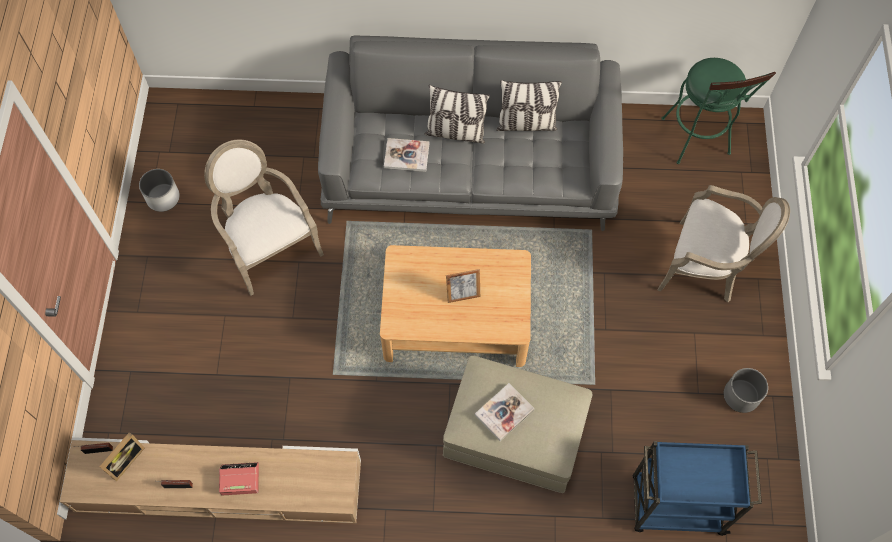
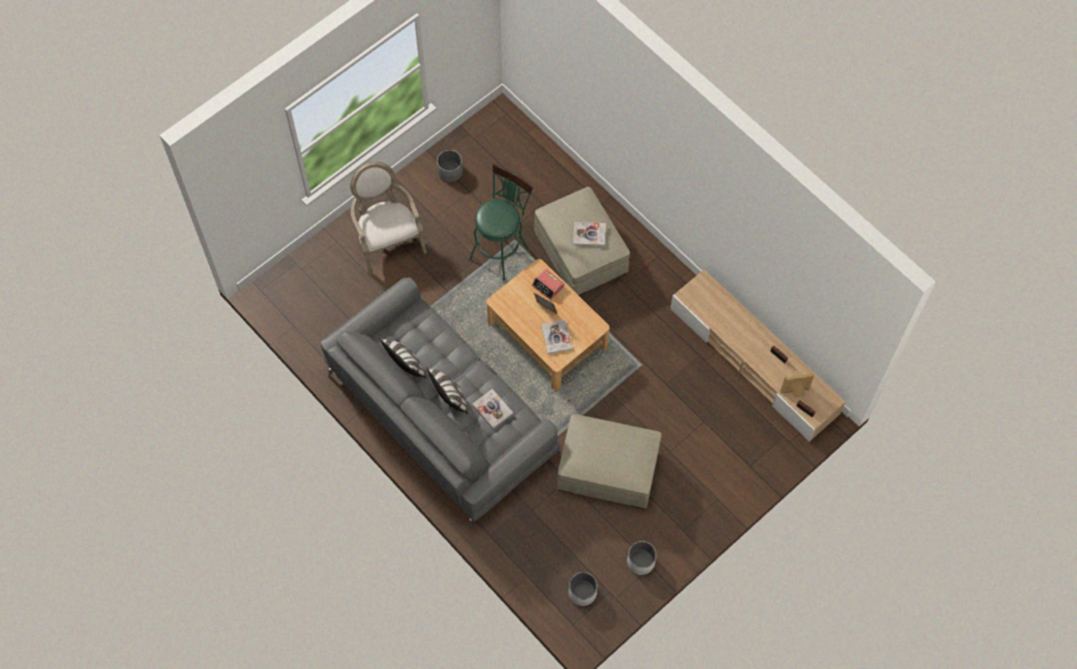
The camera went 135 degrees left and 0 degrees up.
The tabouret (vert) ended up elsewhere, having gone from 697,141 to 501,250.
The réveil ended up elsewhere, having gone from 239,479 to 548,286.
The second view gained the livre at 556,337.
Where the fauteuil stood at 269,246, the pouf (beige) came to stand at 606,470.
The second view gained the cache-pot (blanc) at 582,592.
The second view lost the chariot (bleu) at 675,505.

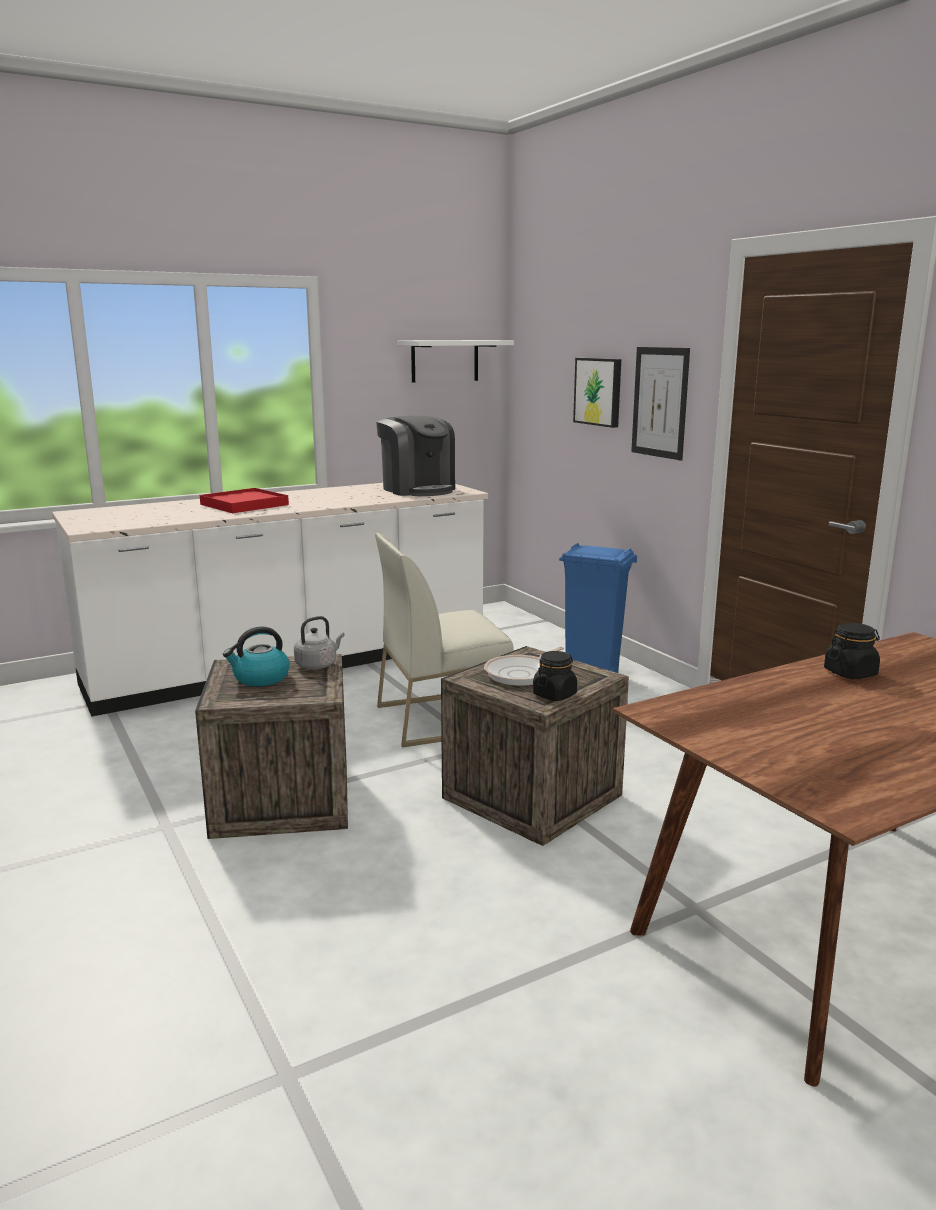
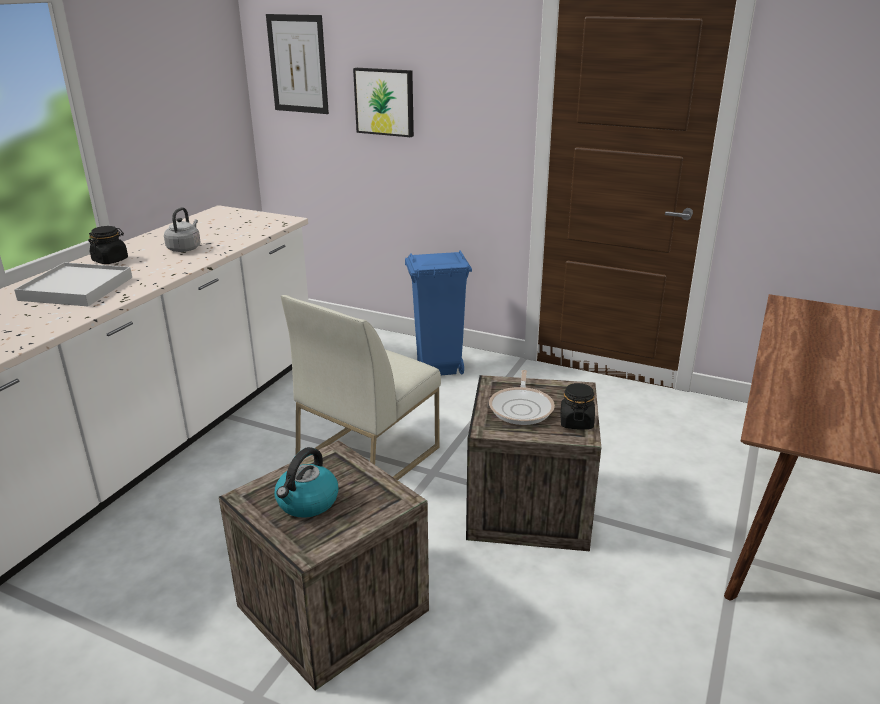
The camera went 35 degrees left and 10 degrees up.
What was the plateau (rouge) at 244,504 turned into the plateau (blanc) at 76,288.
The bocal (noir) ended up elsewhere, having gone from 850,673 to 110,260.
The bouilloire (gris) ended up elsewhere, having gone from 318,665 to 185,248.
The tableau ended up elsewhere, having gone from 660,402 to 298,64.
The second view lost the machine à café at 417,489.
The second view lost the étagère (blanc) at 445,360.

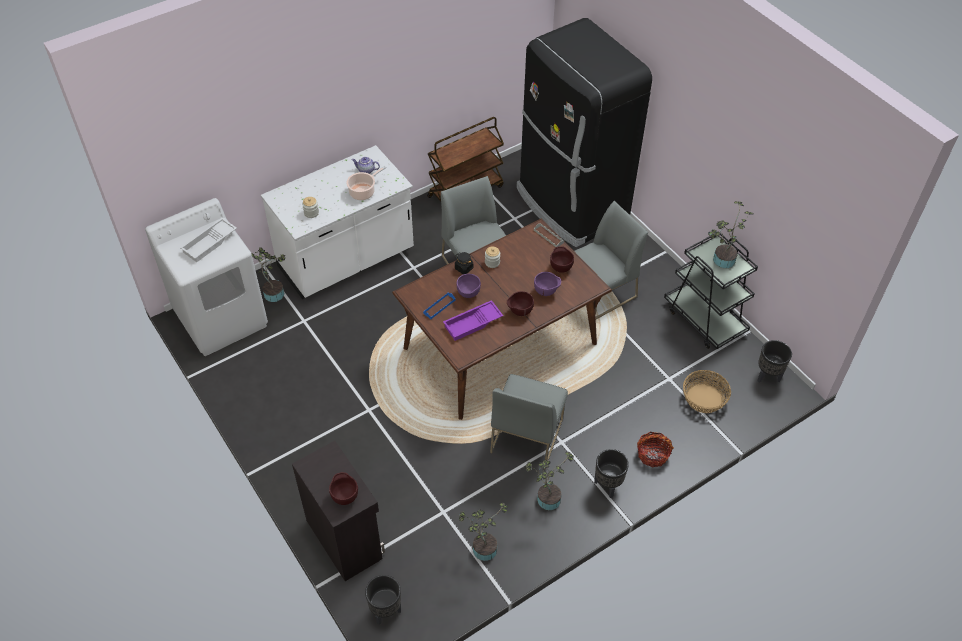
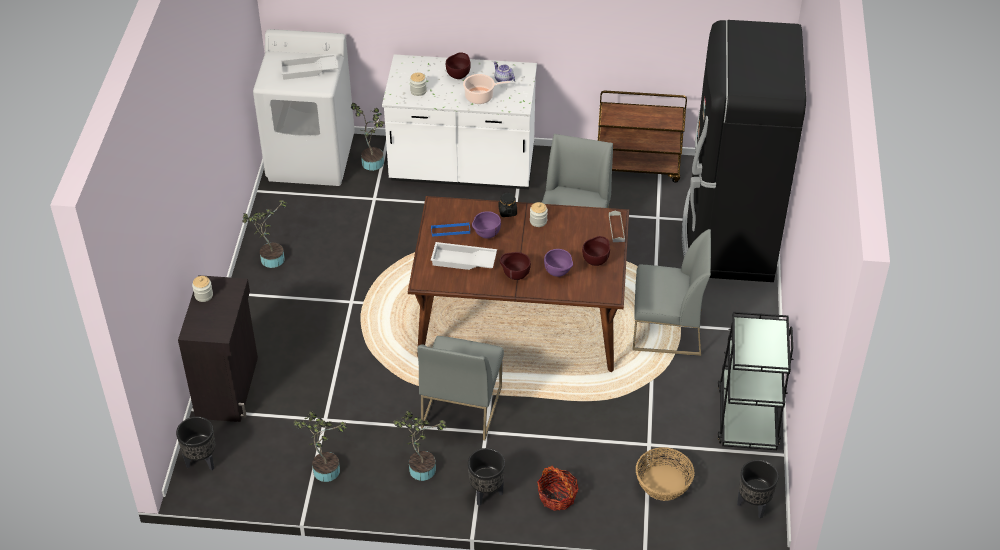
The camera went 40 degrees right and 5 degrees down.
The second view gained the bocal at 204,295.
The plante en pot ended up elsewhere, having gone from 721,261 to 269,258.
The chaise (gris) at 526,435 ended up facing another way, 45 degrees counterclockwise from before.
What was the plateau (violet) at 473,324 turned into the plateau (blanc) at 463,261.
The bol (marron) ended up elsewhere, having gone from 345,496 to 459,75.

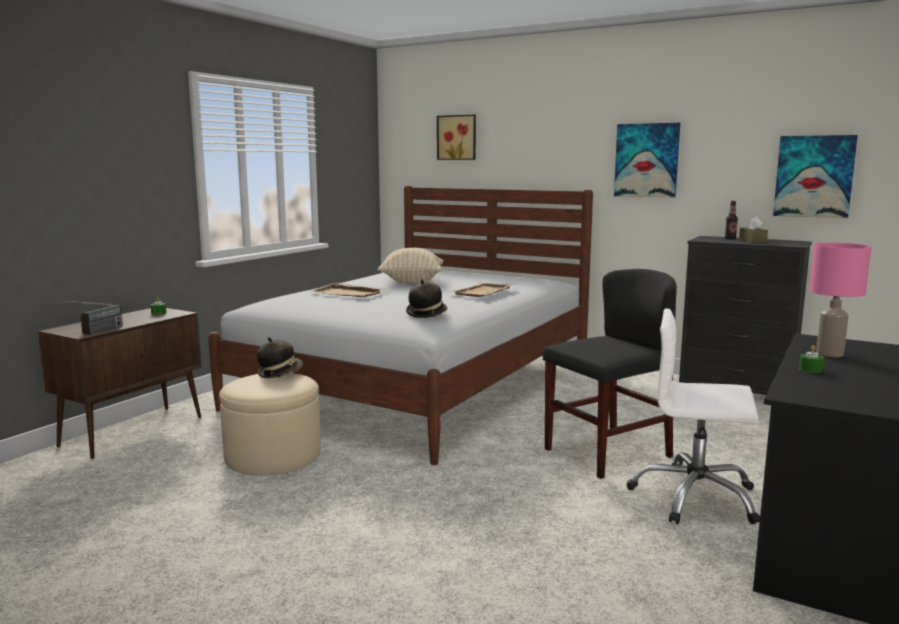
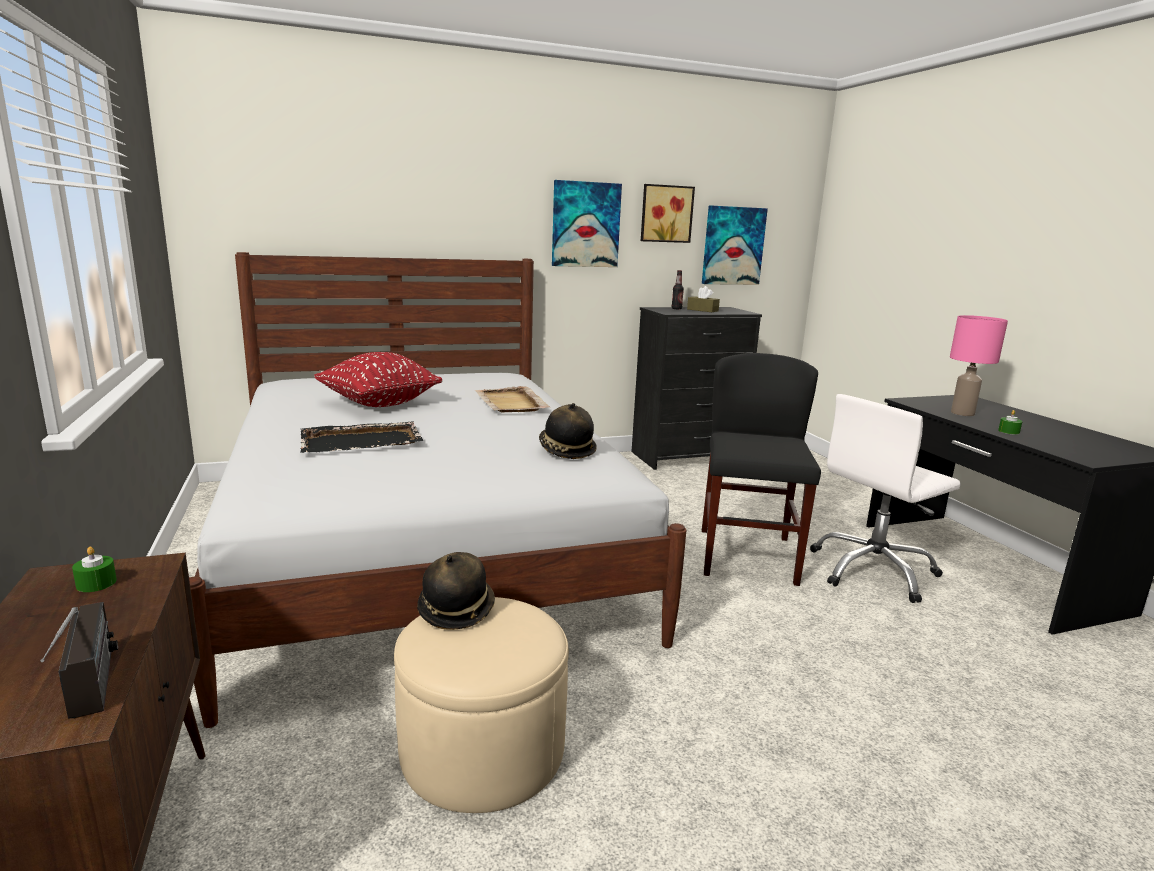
The camera went 50 degrees left and 5 degrees up.
What was the plateau (beige) at 348,293 turned into the plateau (noir) at 362,441.
What was the coussin (beige) at 412,282 turned into the coussin (rouge) at 379,403.
The tableau ended up elsewhere, having gone from 457,137 to 665,214.

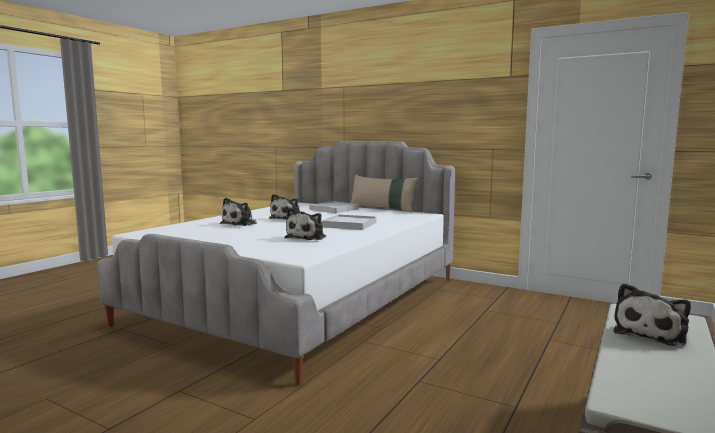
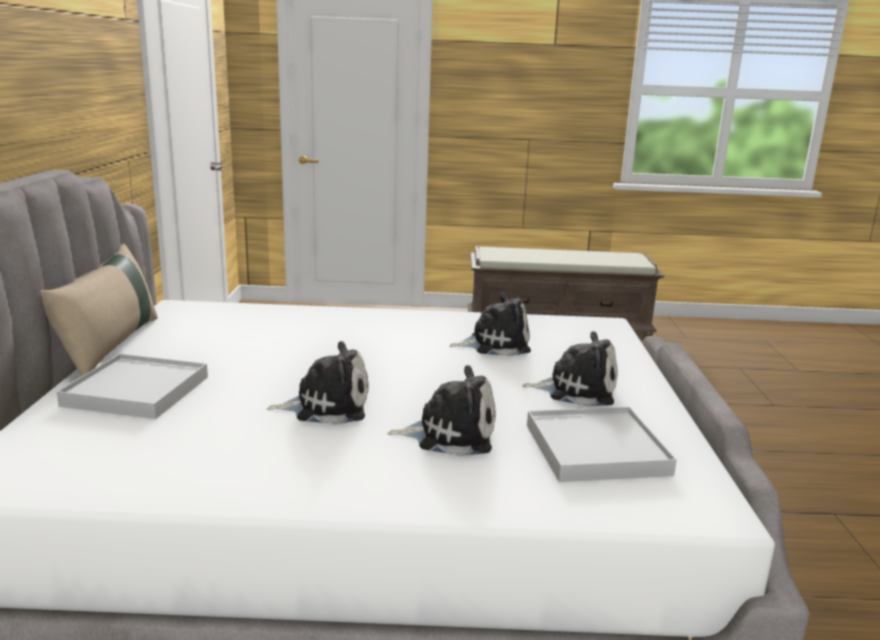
The camera went 120 degrees left and 10 degrees up.
The peluche ended up elsewhere, having gone from 651,333 to 576,389.
The plateau (blanc) ended up elsewhere, having gone from 349,225 to 595,449.

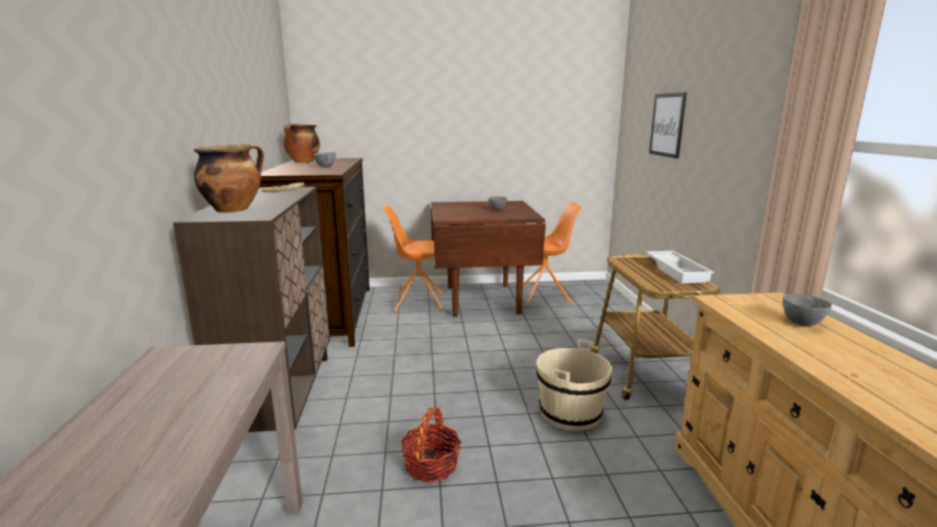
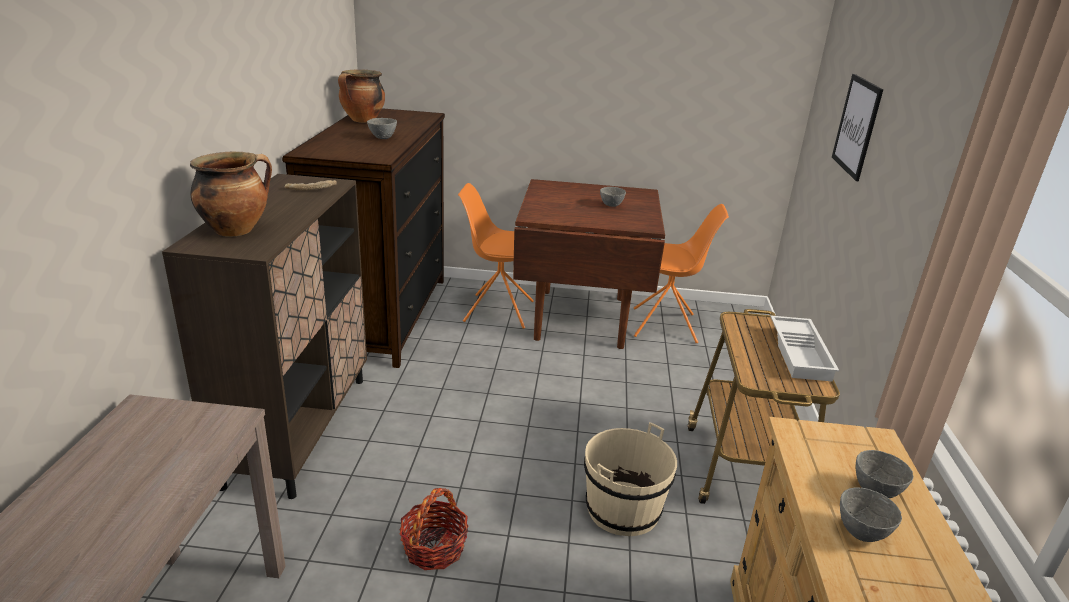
The camera went 10 degrees right and 10 degrees up.
The second view gained the bol (gris) at 860,532.

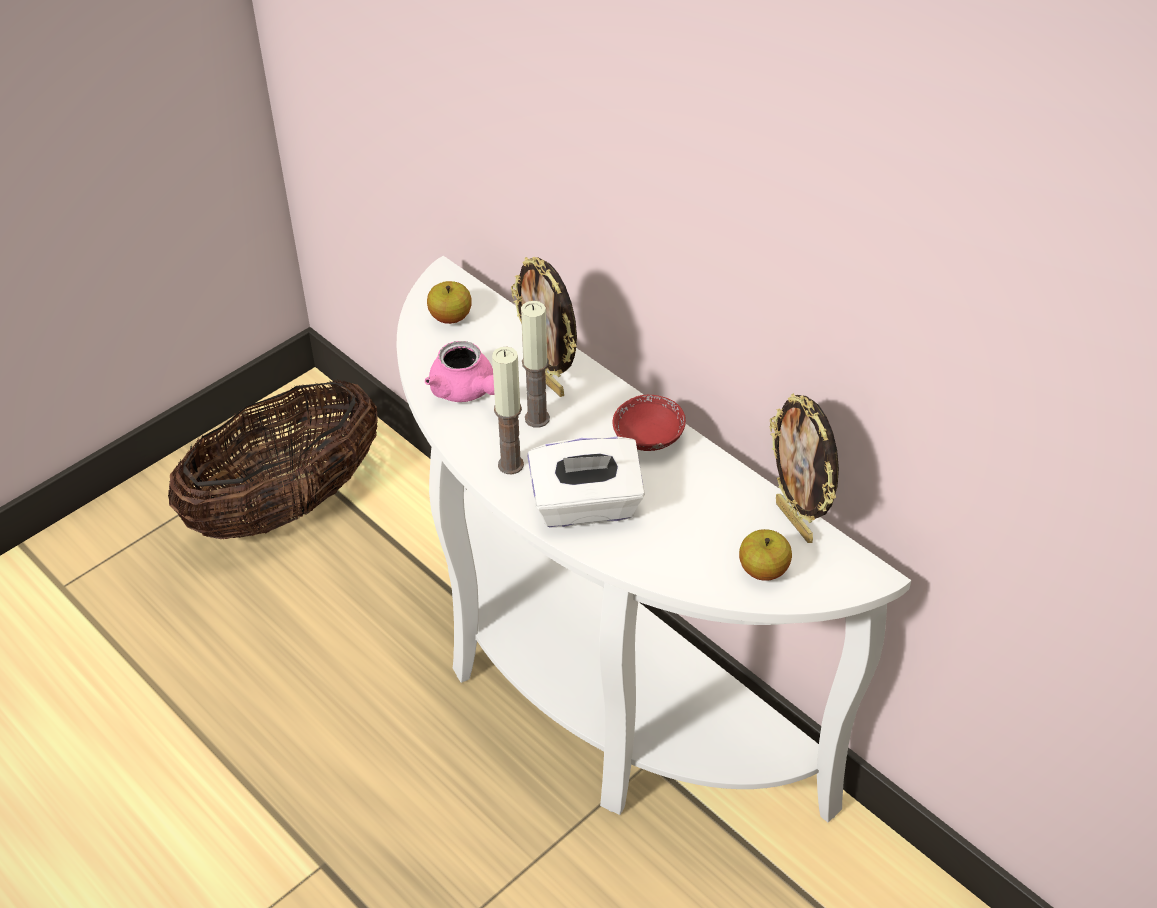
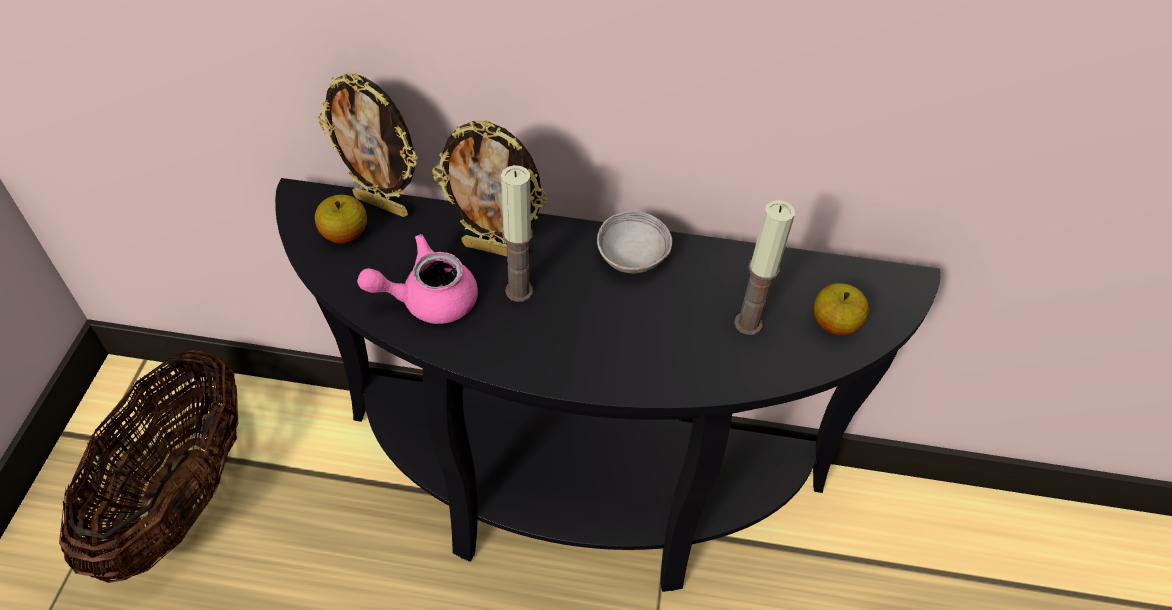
The camera went 40 degrees left and 5 degrees up.
What was the table console (blanc) at 590,689 turned into the table console (noir) at 576,499.
The cadre photo ended up elsewhere, having gone from 796,521 to 382,205.
The théière (rose) at 466,391 ended up facing another way, 150 degrees clockwise from before.
What was the bol (rouge) at 648,438 turned into the bol (gris) at 632,257.
The bougie ended up elsewhere, having gone from 510,465 to 748,323.
The second view lost the boîte à mouchoirs (blanc) at 586,506.

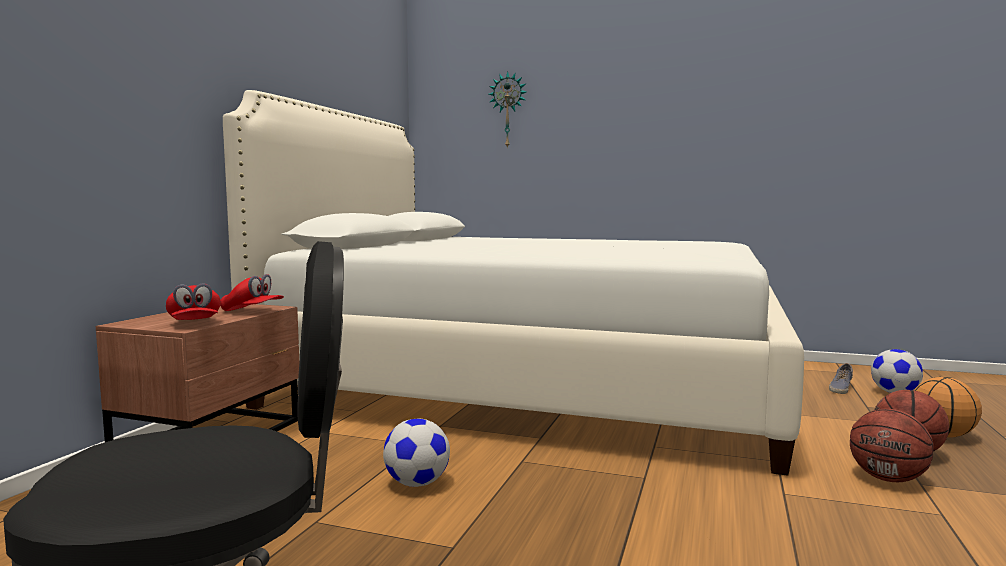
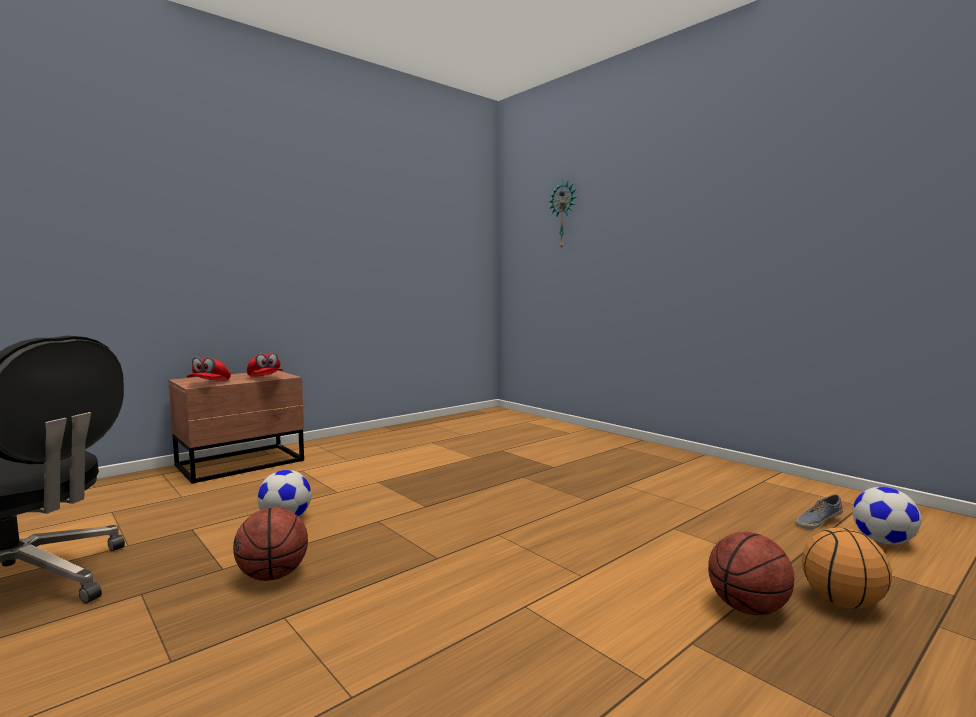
The camera went 30 degrees right and 0 degrees up.
The ballon de basket ended up elsewhere, having gone from 888,479 to 273,576.
The second view lost the lit (blanc) at 531,384.

